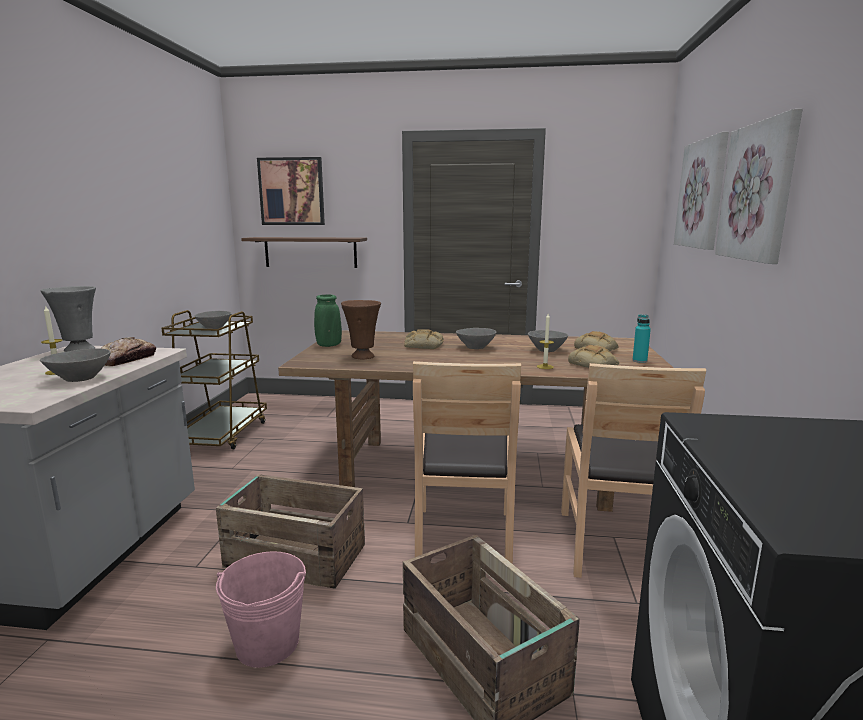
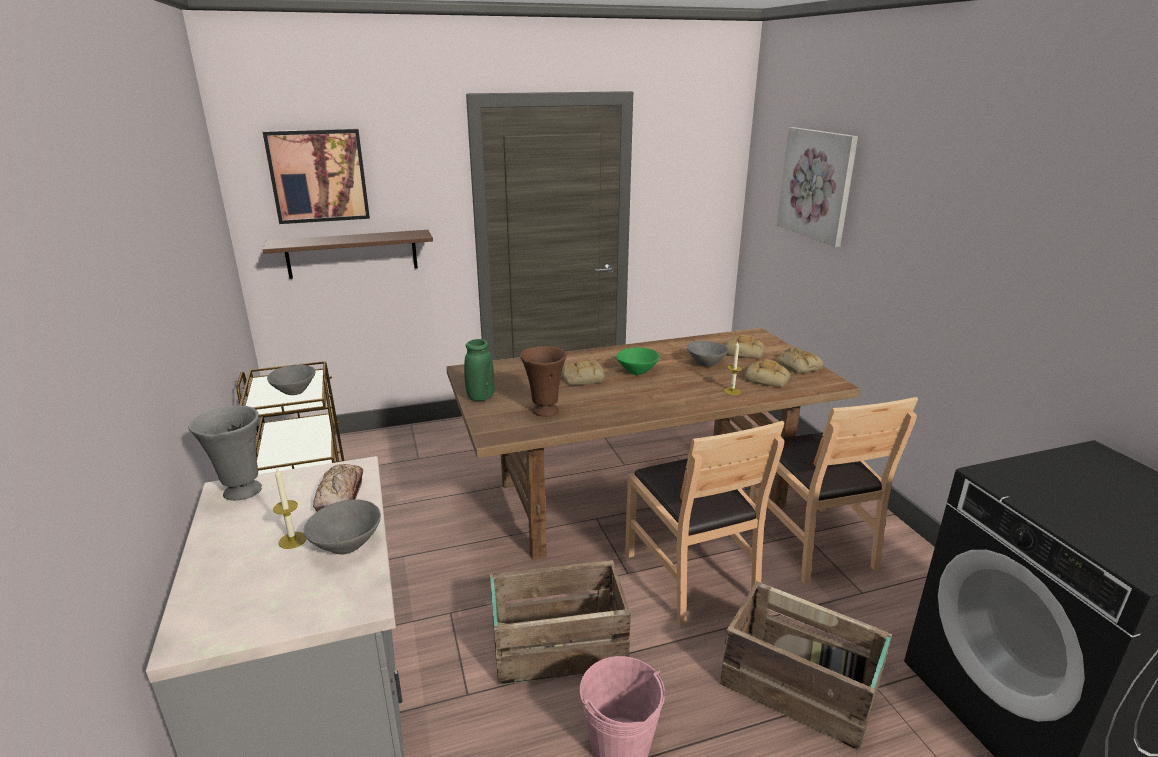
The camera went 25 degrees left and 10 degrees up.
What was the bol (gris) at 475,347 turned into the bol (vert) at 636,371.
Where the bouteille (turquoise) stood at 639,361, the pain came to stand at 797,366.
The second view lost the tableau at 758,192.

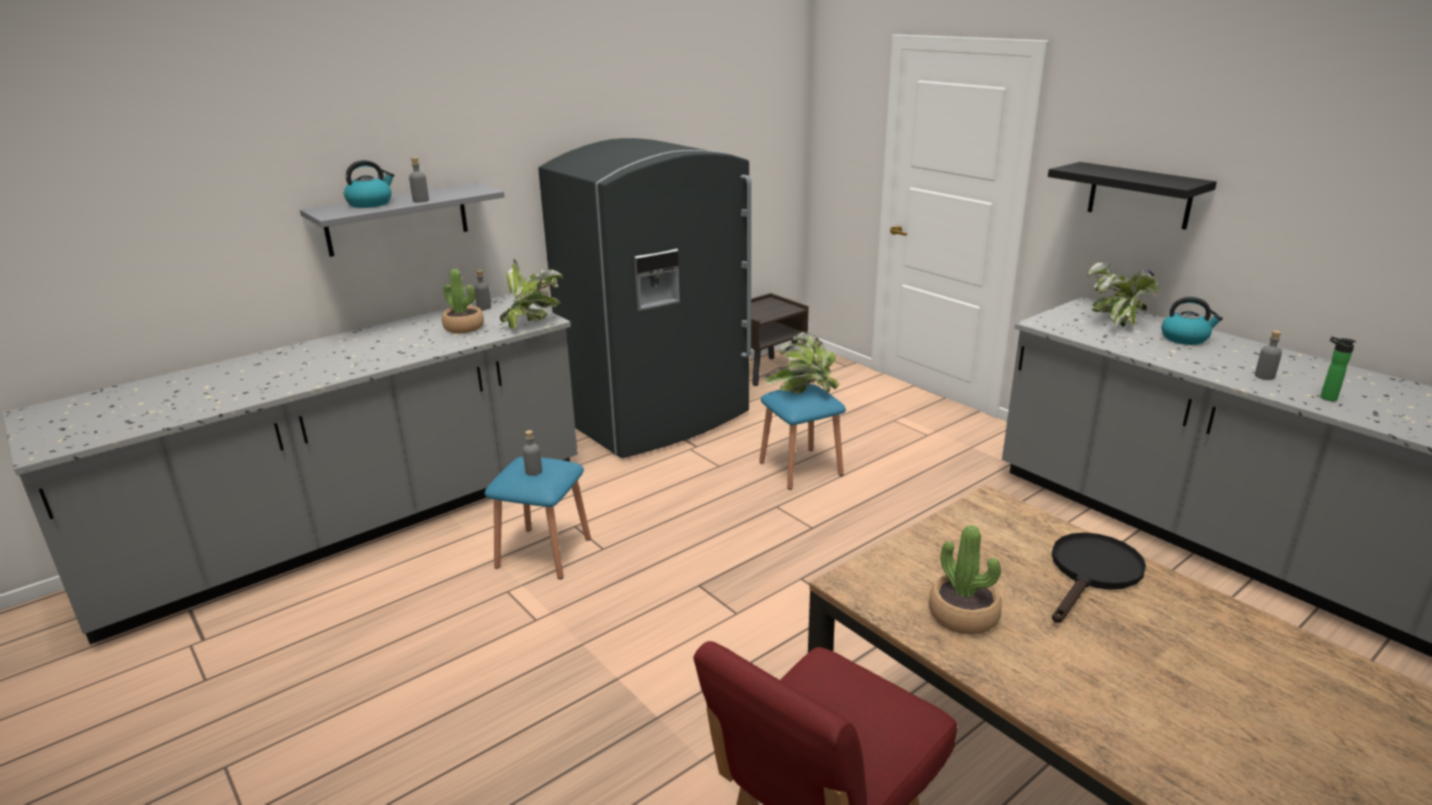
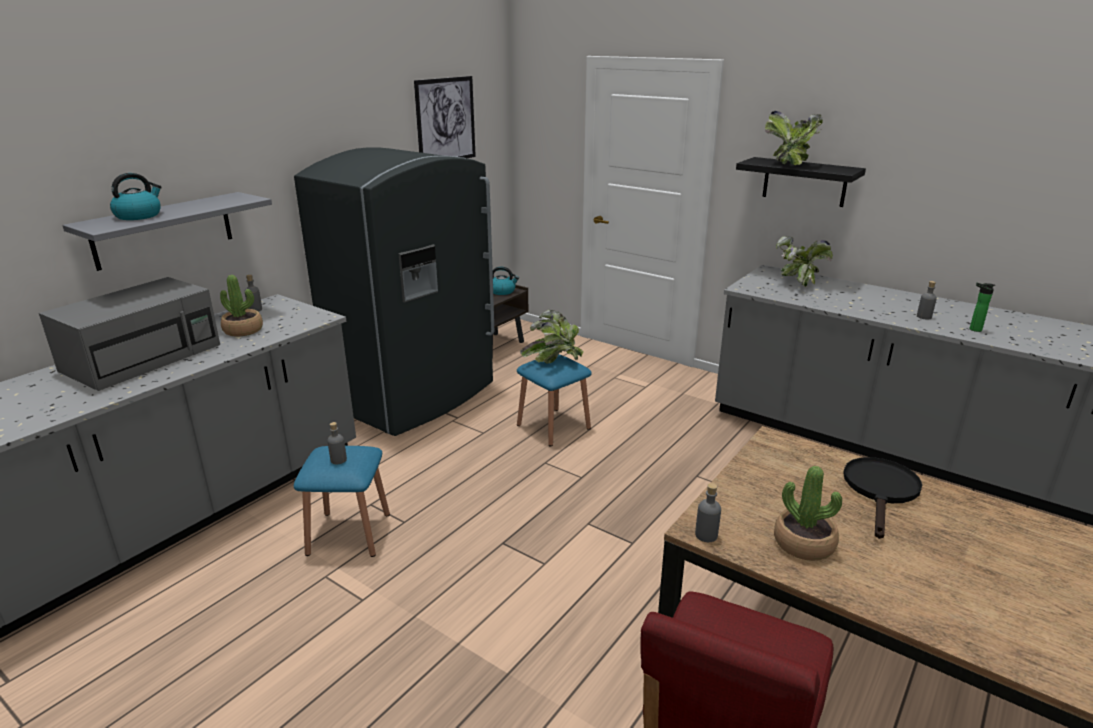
The camera went 15 degrees left and 0 degrees up.
The second view gained the micro-ondes (gris) at 144,357.
The second view gained the tableau at 446,120.
The bouilloire ended up elsewhere, having gone from 1185,338 to 502,291.
The bouteille (gris) ended up elsewhere, having gone from 421,200 to 706,535.
The plante en pot ended up elsewhere, having gone from 533,323 to 790,165.

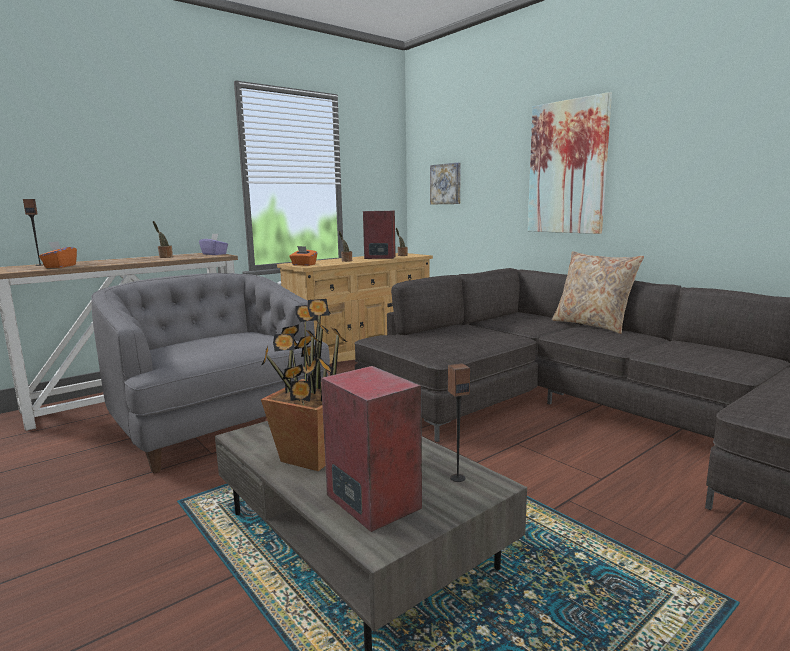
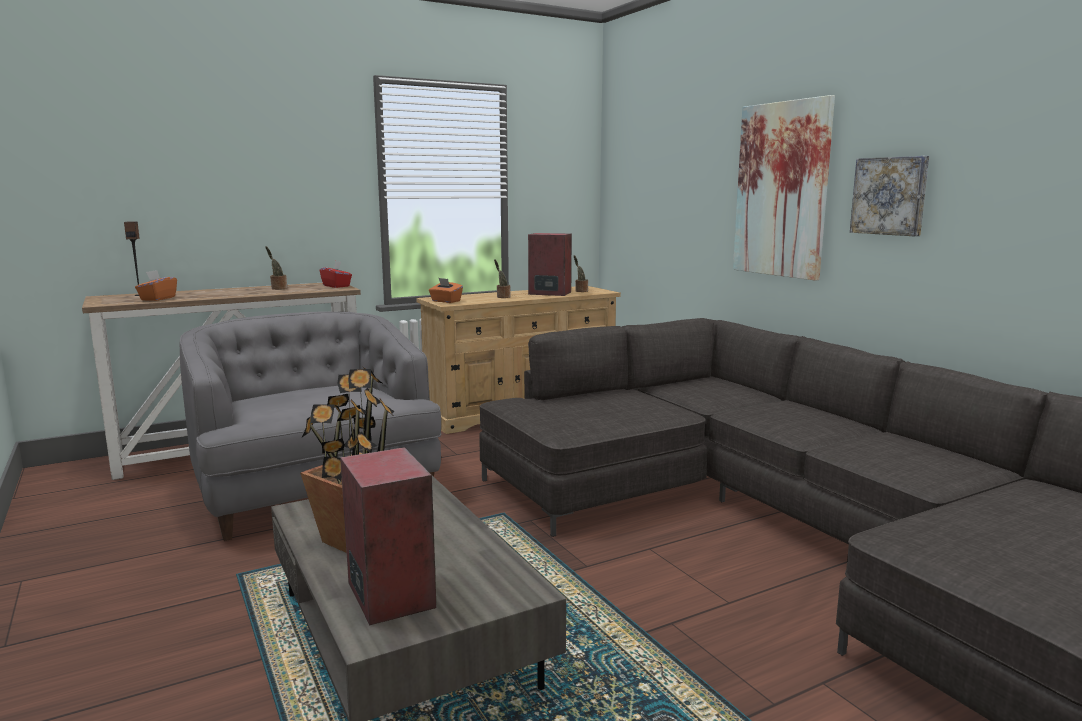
The camera went 10 degrees right and 0 degrees up.
What was the boîte à mouchoirs (violet) at 214,254 turned into the boîte à mouchoirs (rouge) at 336,286.
The tableau ended up elsewhere, having gone from 446,184 to 890,196.
The second view lost the enceinte at 457,478.
The second view lost the coussin (beige) at 592,325.

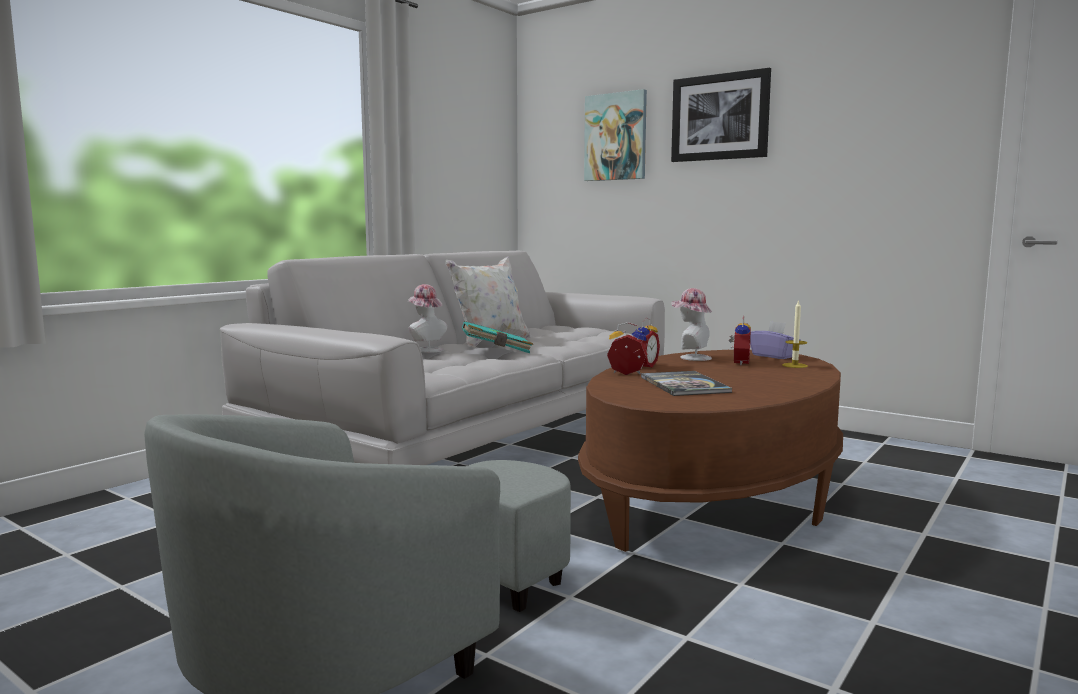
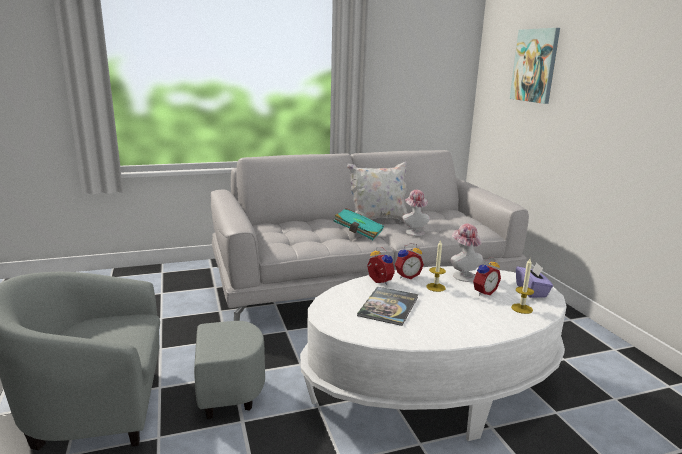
The camera went 35 degrees right and 10 degrees up.
What was the table basse (marron) at 714,499 turned into the table basse (blanc) at 432,386.
The chapeau ended up elsewhere, having gone from 426,349 to 414,231.
The second view gained the bougie at 435,287.
The second view lost the tableau at 720,117.

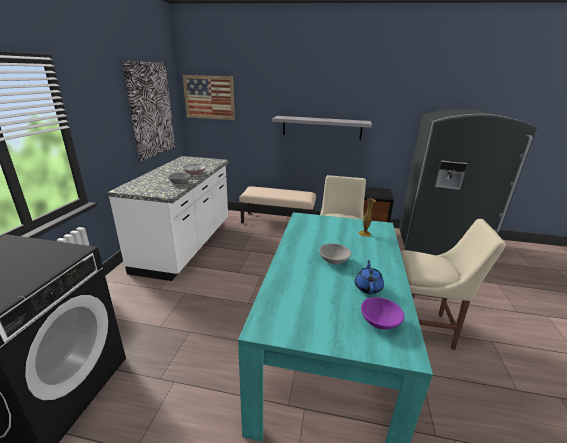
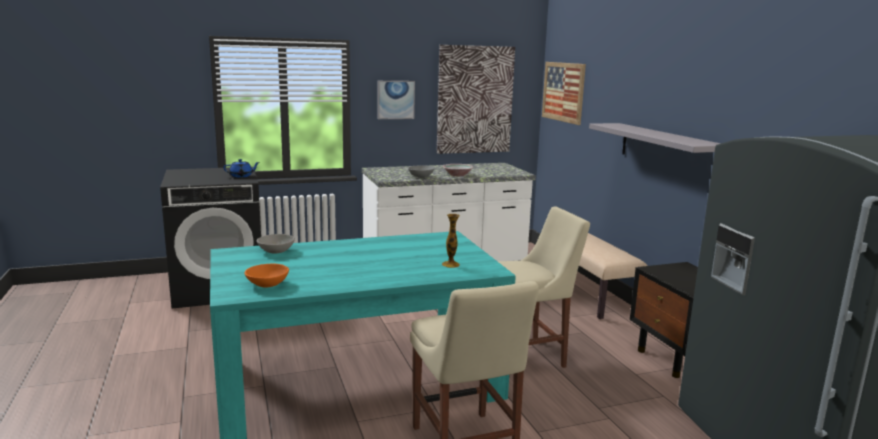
The camera went 60 degrees right and 10 degrees down.
The théière (bleu) ended up elsewhere, having gone from 368,287 to 241,176.
What was the bol (violet) at 380,322 turned into the bol (orange) at 267,284.
The bol (gris) ended up elsewhere, having gone from 334,260 to 276,251.
The second view gained the tableau at 395,99.

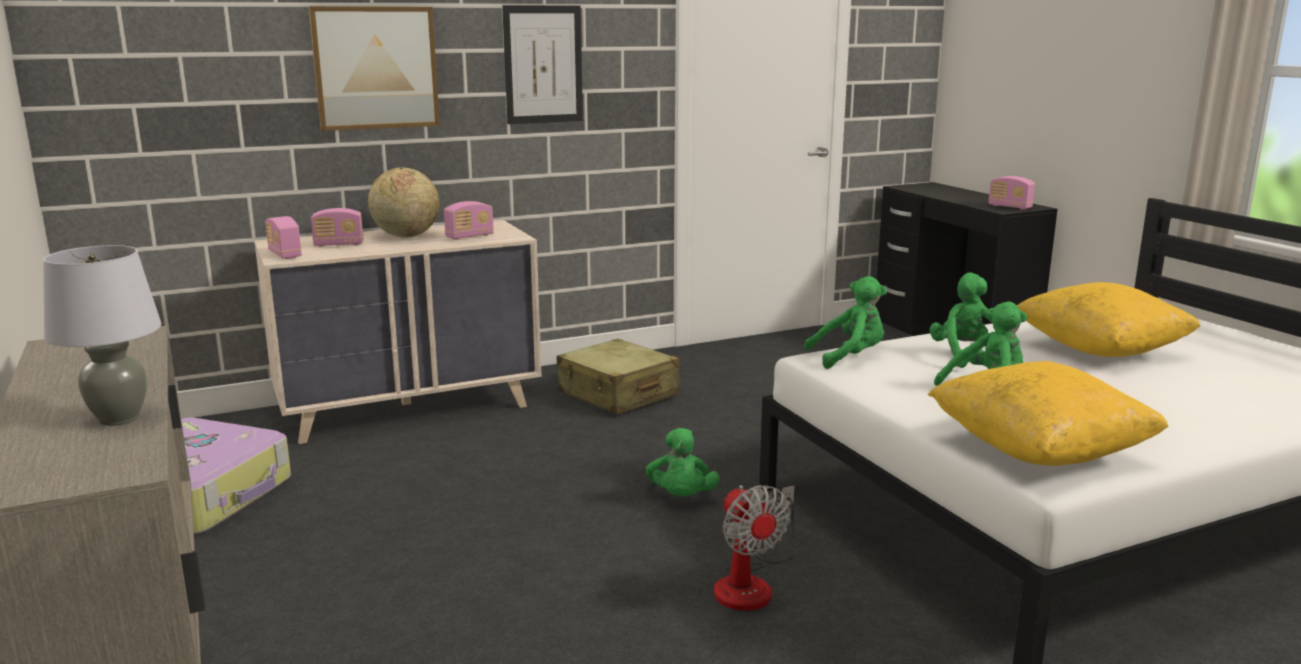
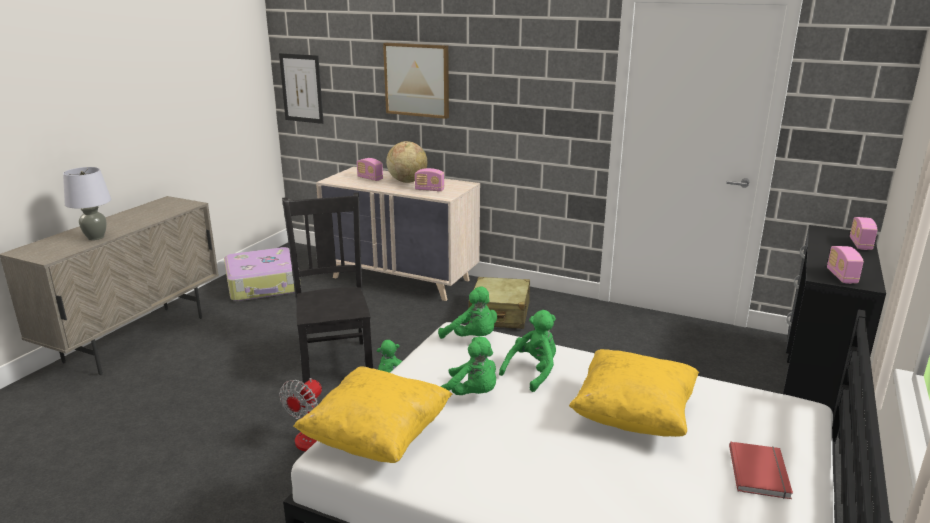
The camera went 50 degrees right and 5 degrees up.
The tableau ended up elsewhere, having gone from 543,64 to 301,88.
The second view gained the chaise (noir) at 336,362.
The second view gained the livre (rouge) at 761,472.
The radio ended up elsewhere, having gone from 285,254 to 860,244.

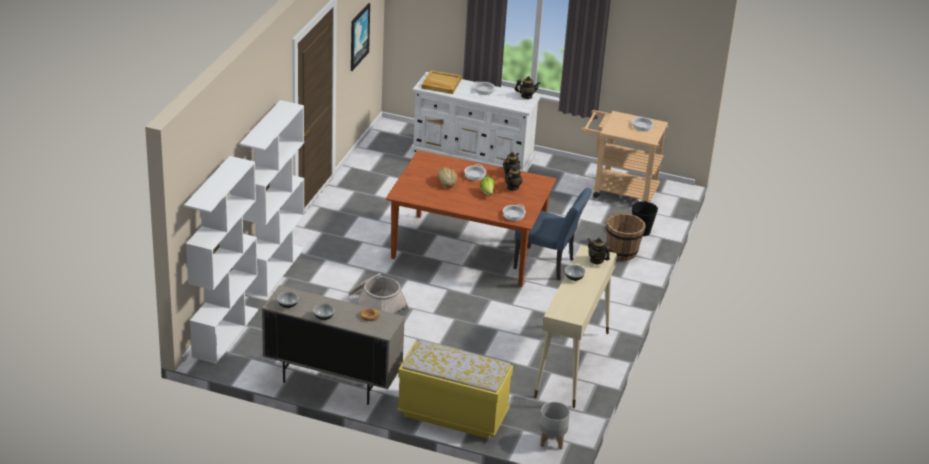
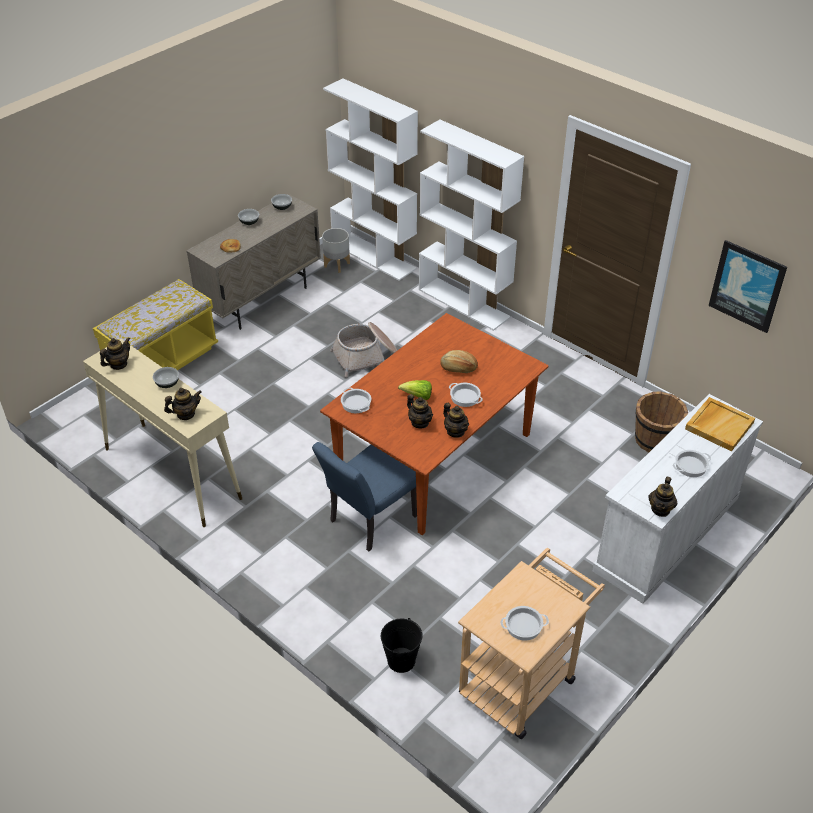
The camera went 115 degrees right and 10 degrees up.
The second view gained the théière at 118,364.
The cache-pot (gris) ended up elsewhere, having gone from 551,441 to 337,265.
The seau (marron) ended up elsewhere, having gone from 622,252 to 654,440.

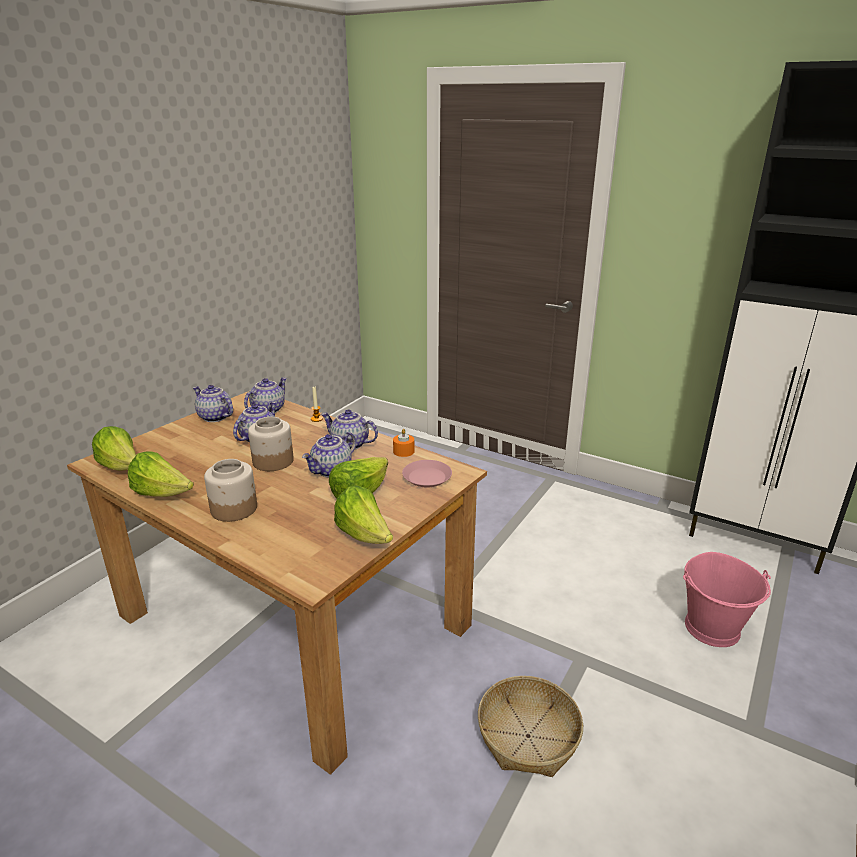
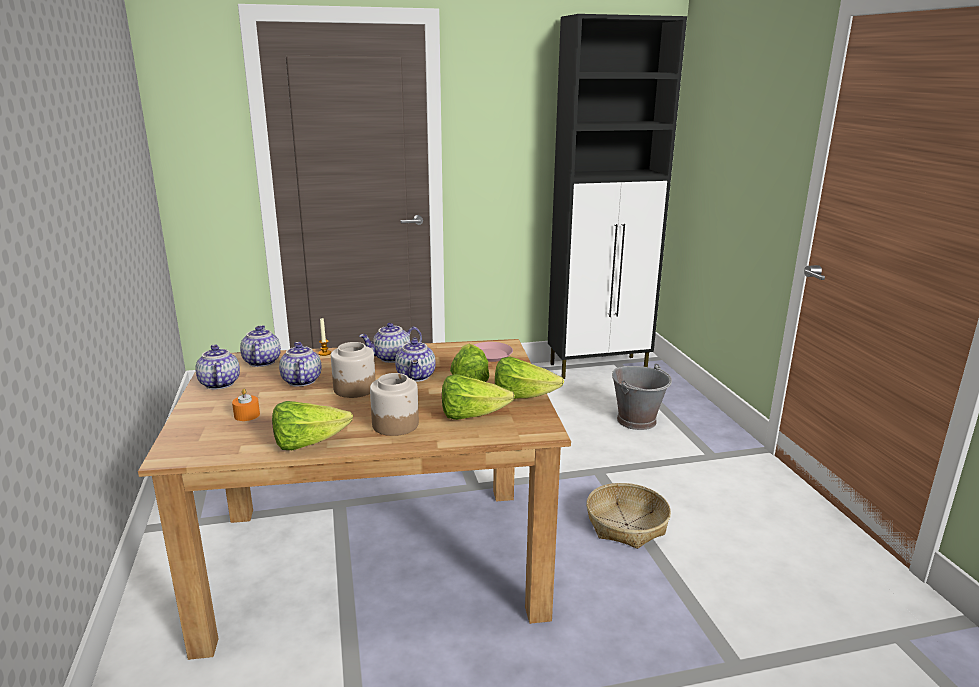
The camera went 45 degrees left and 5 degrees down.
The théière at 214,417 ended up facing another way, 75 degrees clockwise from before.
The bougie (orange) ended up elsewhere, having gone from 403,451 to 247,415.
The laitue ended up elsewhere, having gone from 122,467 to 471,416.
What was the seau (rose) at 713,628 turned into the seau (gris) at 637,420.

